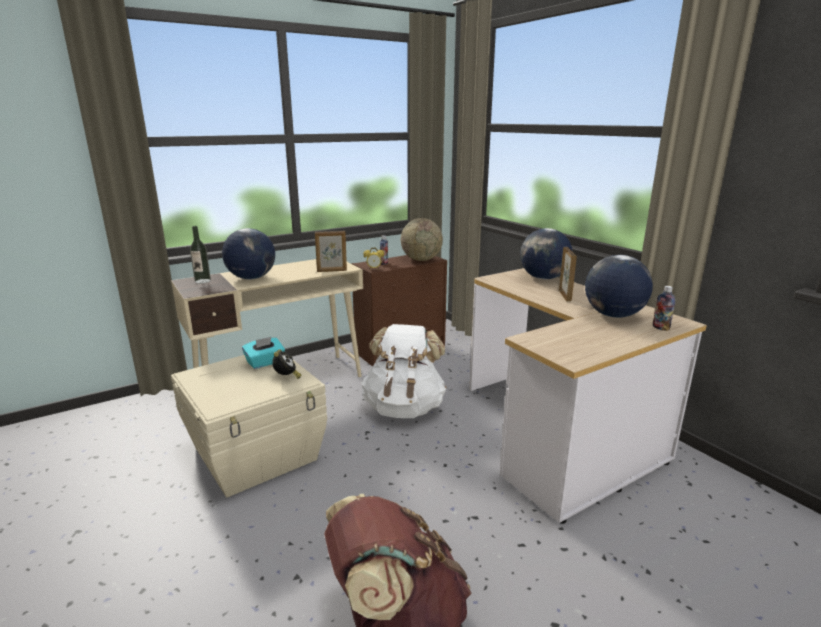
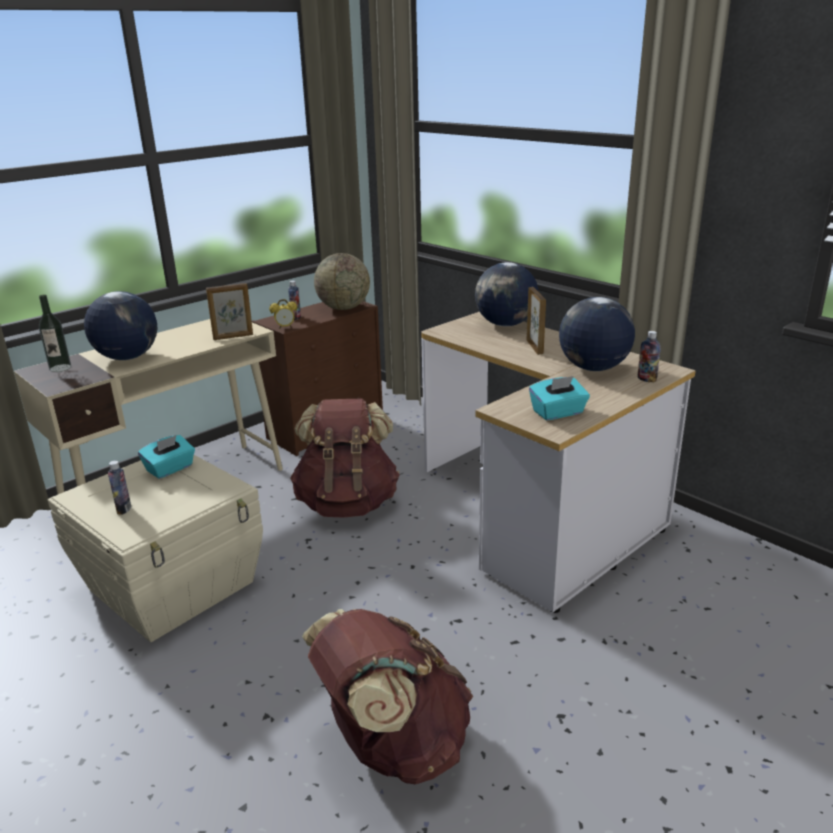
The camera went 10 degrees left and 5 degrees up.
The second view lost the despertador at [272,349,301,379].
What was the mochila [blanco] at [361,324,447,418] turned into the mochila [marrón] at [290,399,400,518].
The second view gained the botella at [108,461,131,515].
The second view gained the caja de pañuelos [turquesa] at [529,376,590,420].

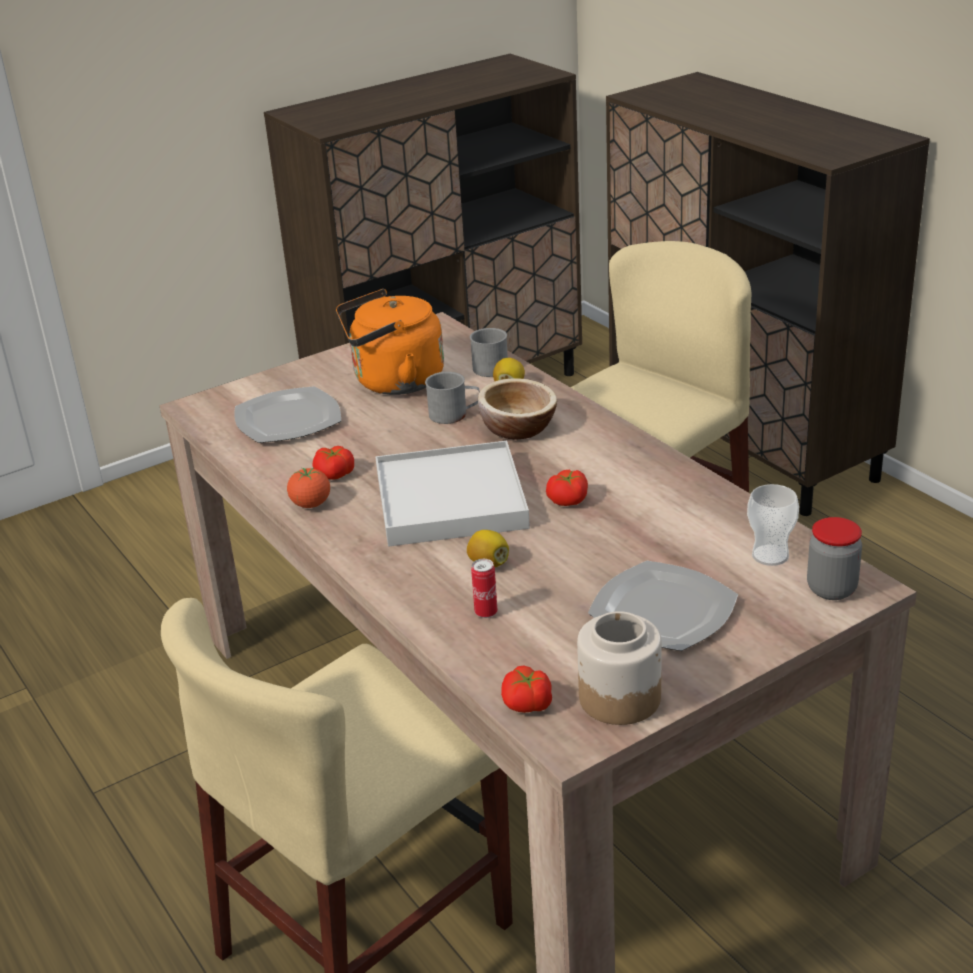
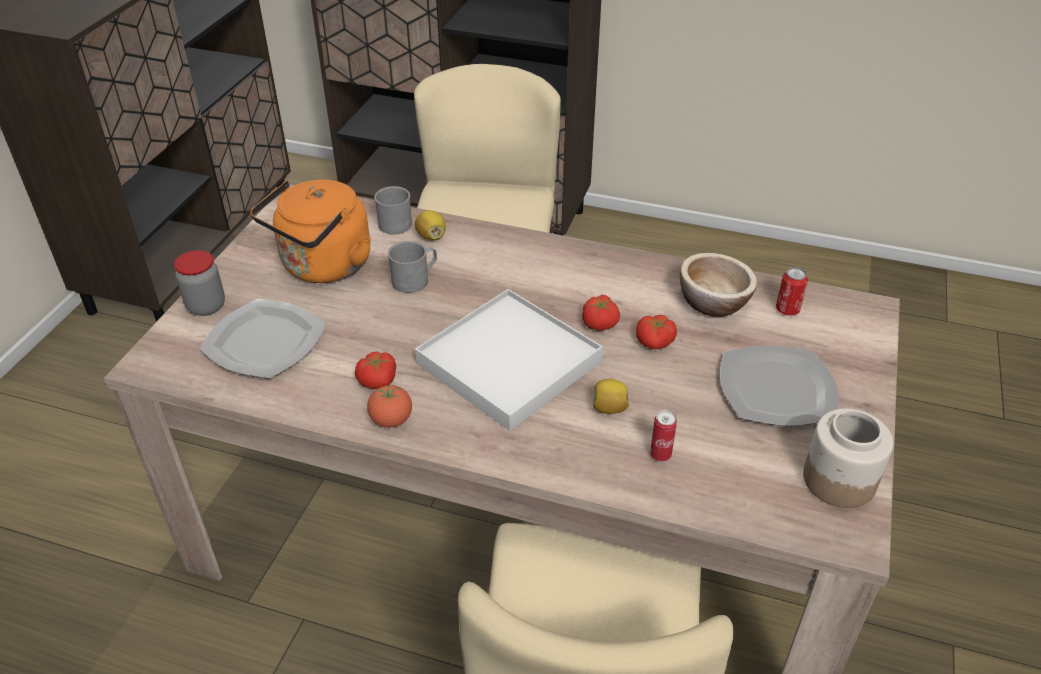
The camera went 40 degrees left and 10 degrees up.
The cuenco ended up elsewhere, having gone from [478,378,557,440] to [680,253,757,317].
The tomate ended up elsewhere, having gone from [501,666,552,713] to [636,315,677,349].
Where the taza stood at [747,484,799,566], the lata came to stand at [776,267,808,316].
The tarro ended up elsewhere, having gone from [807,517,862,600] to [174,250,225,316].

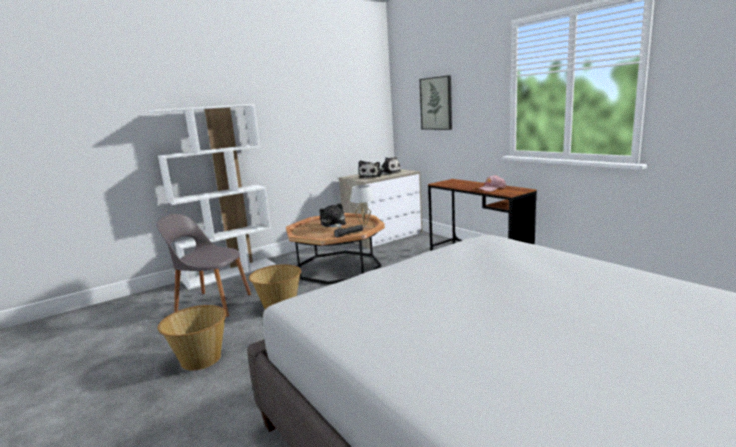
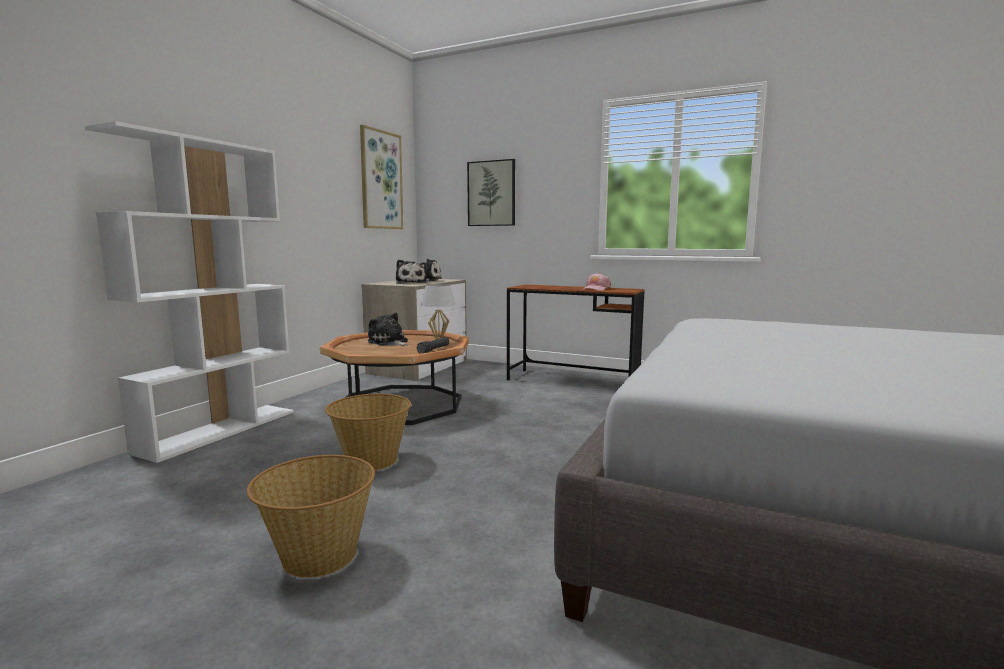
The camera went 30 degrees left and 5 degrees down.
The second view lost the silla [gris] at [157,214,251,317].
The second view gained the cuadro at [360,125,403,229].

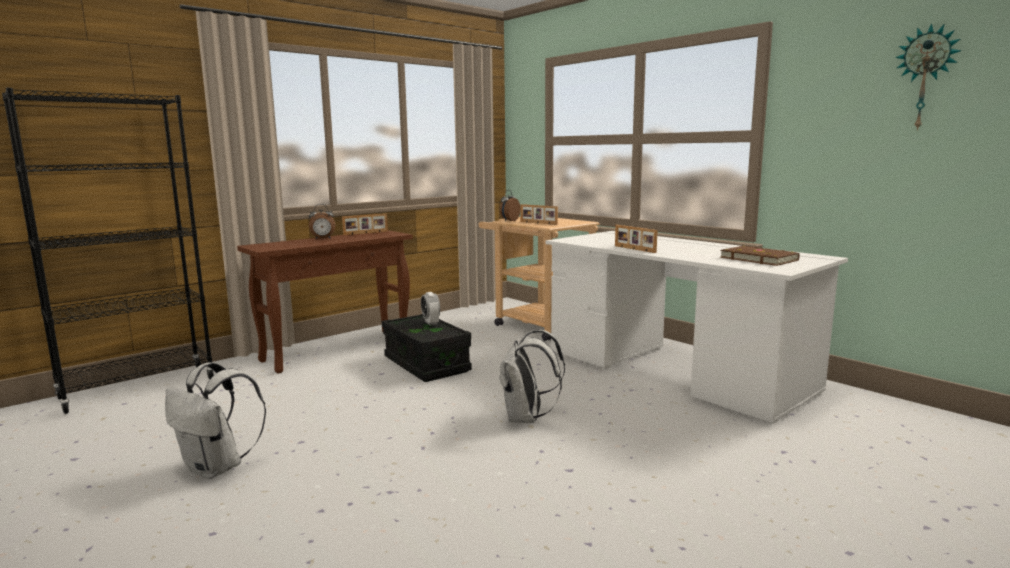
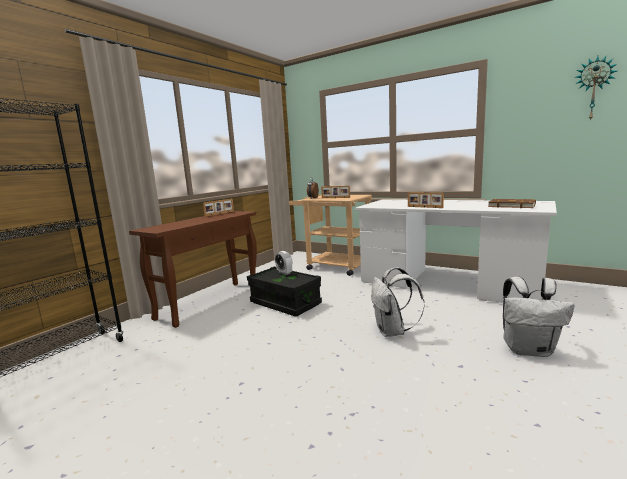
The camera went 15 degrees left and 0 degrees up.
The mochila [blanco] ended up elsewhere, having gone from [165,362,266,479] to [503,277,575,357].
The second view lost the despertador at [309,204,335,239].

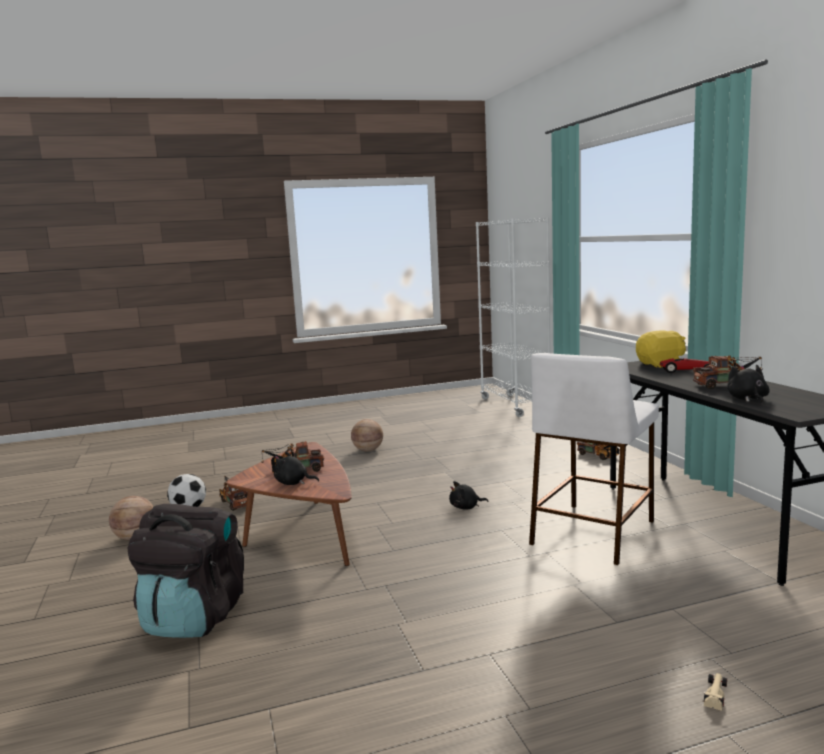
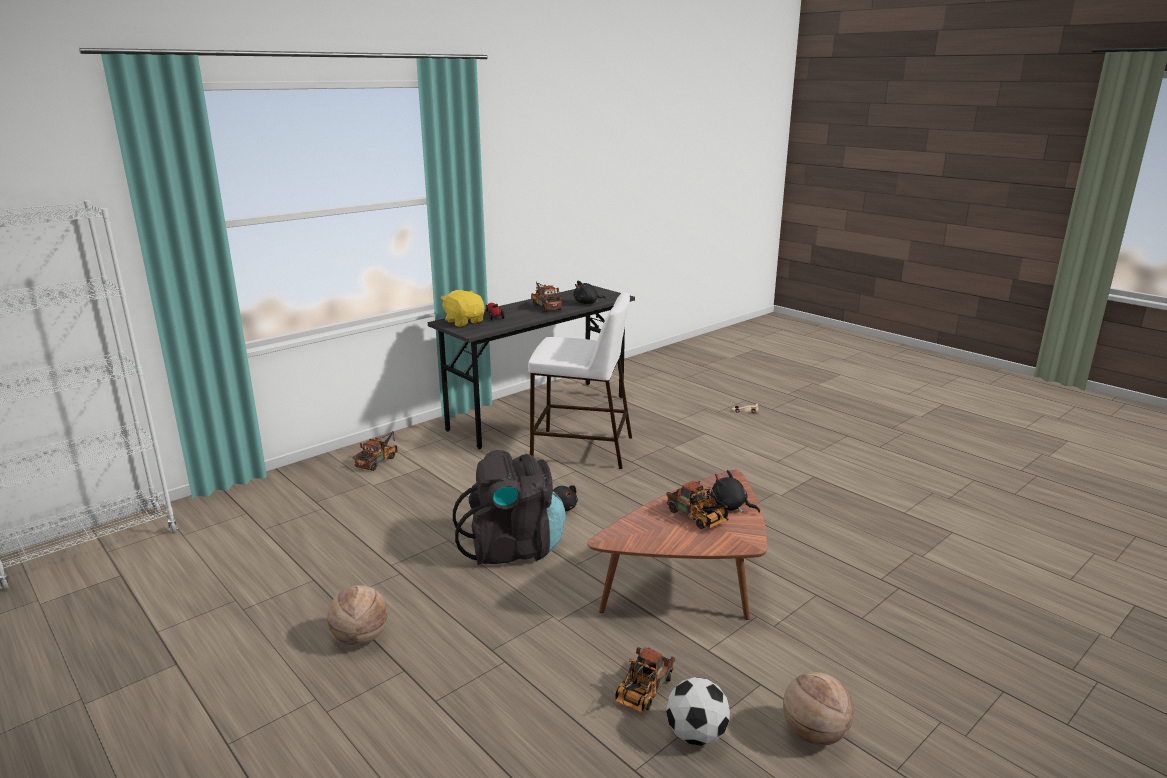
The camera went 115 degrees left and 10 degrees up.
The mochila [negro] ended up elsewhere, having gone from [127,504,244,638] to [453,450,566,565].
The peluche [negro] at [274,451,319,485] ended up facing another way, 135 degrees clockwise from before.

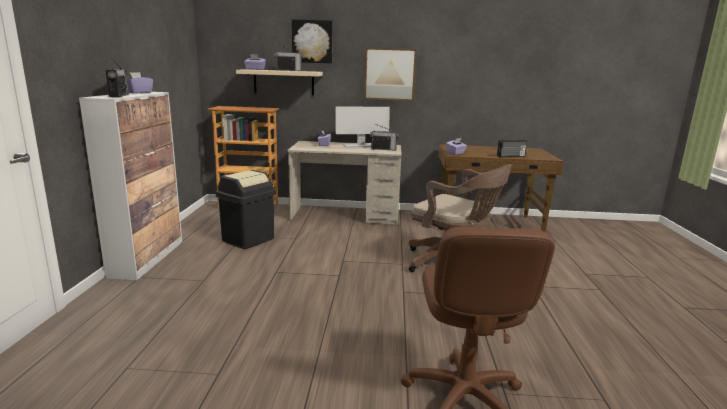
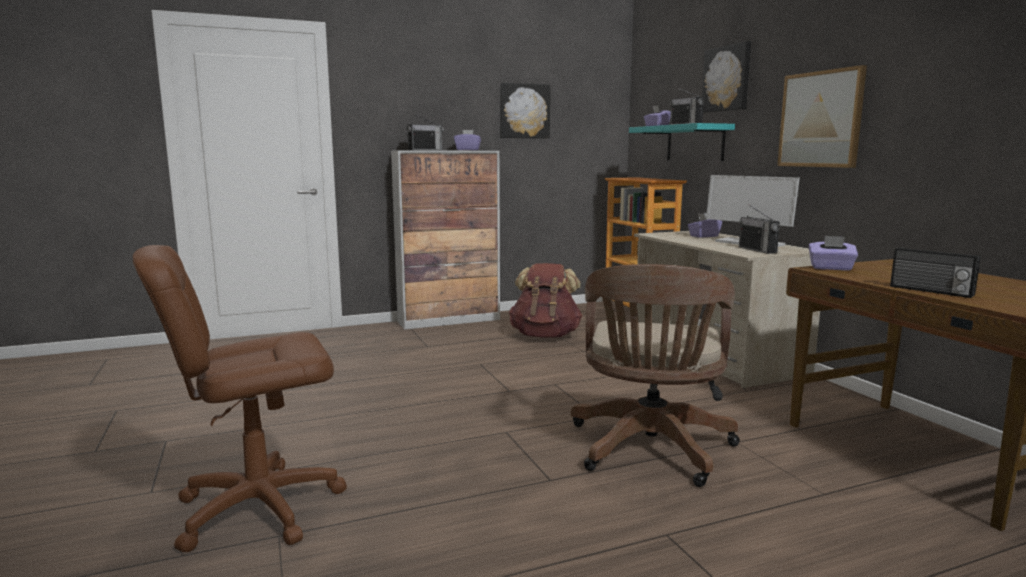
The camera went 65 degrees right and 5 degrees down.
Where the papelera [negro] stood at [215,170,276,249], the mochila [marrón] came to stand at [509,263,582,337].
What was the estante [beis] at [236,69,323,95] turned into the estante [turquesa] at [629,123,735,161].
The second view gained the cuadro at [500,83,550,138].

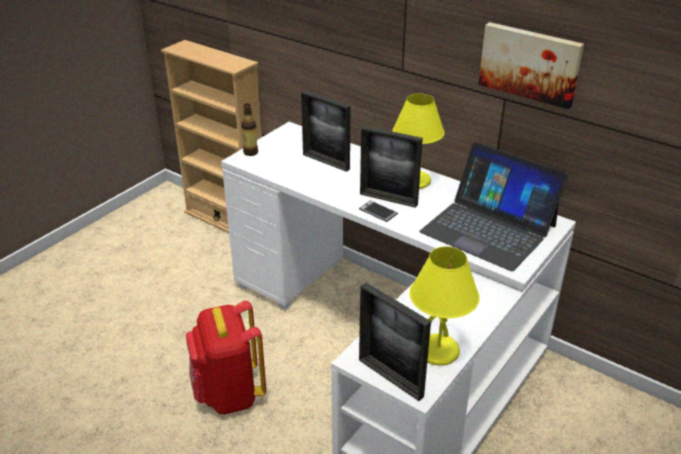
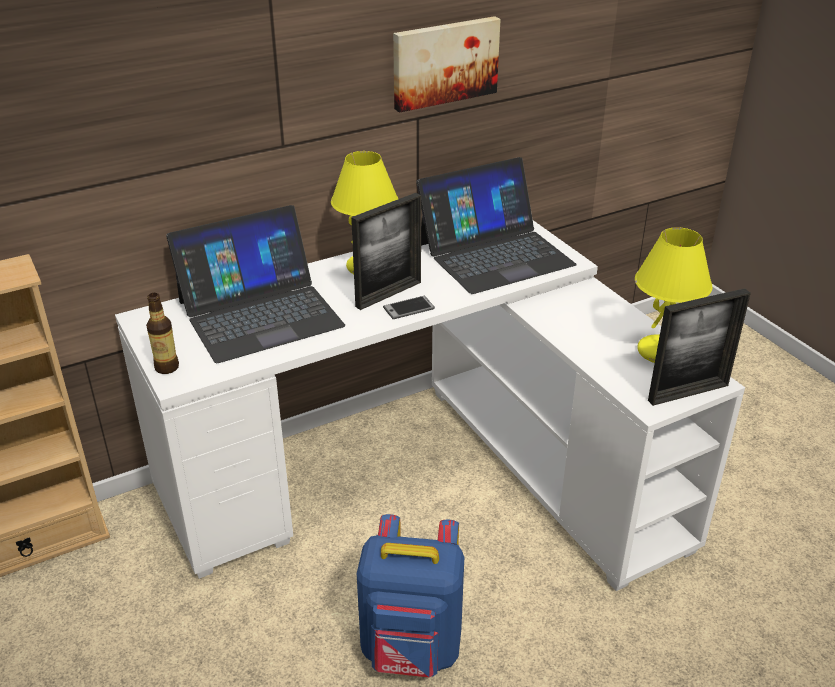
The camera went 65 degrees left and 0 degrees up.
What was the mochila [rojo] at [186,301,266,414] turned into the mochila [azul] at [357,514,464,677].
Where the portarretratos stood at [301,90,351,172], the portátil came to stand at [166,205,345,363].

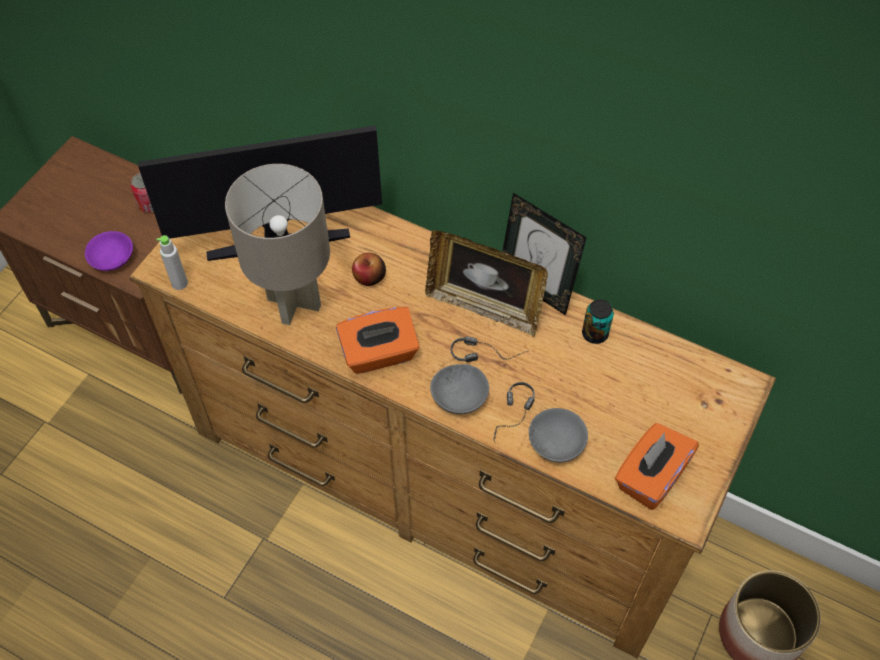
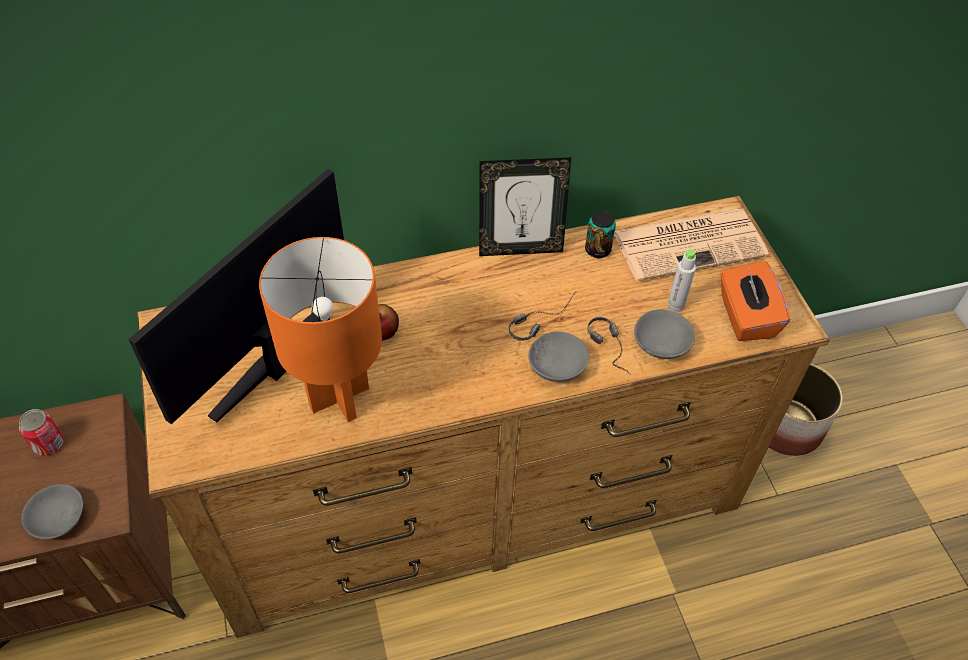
The camera went 45 degrees left and 5 degrees down.
What was the cuenco [morado] at [85,231,133,271] turned into the cuenco [gris] at [21,484,83,540].
The botella [gris] ended up elsewhere, having gone from [157,235,188,290] to [668,249,696,312].
What was the lámpara de mesa [gris] at [225,164,330,325] turned into the lámpara de mesa [naranja] at [259,237,382,422].
The second view lost the caja de pañuelos [naranja] at [336,307,420,374].
The second view lost the portarretratos at [425,230,548,337].
The second view gained the periódico at [614,209,769,281].

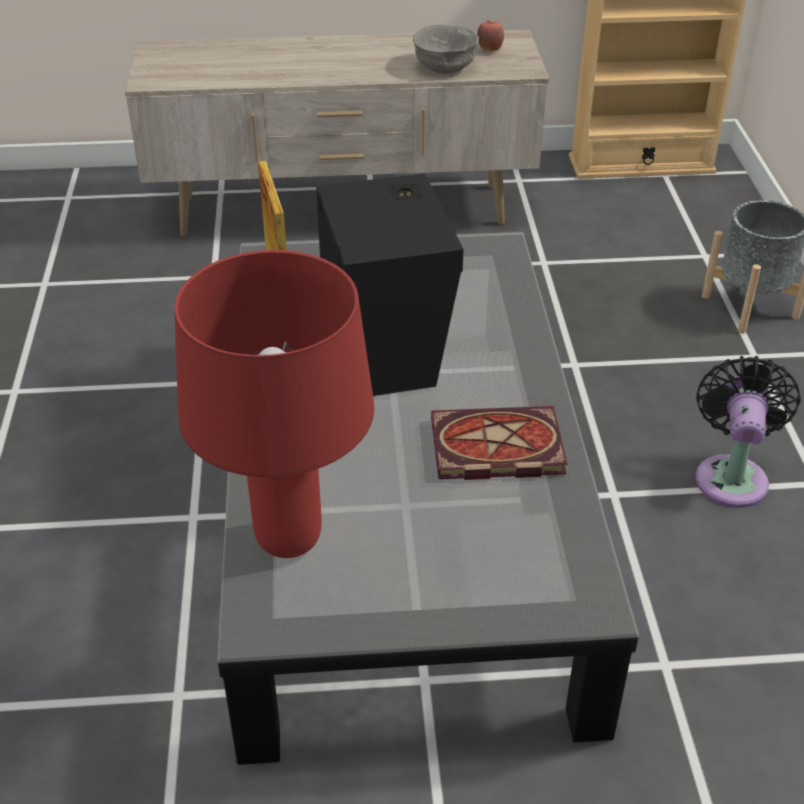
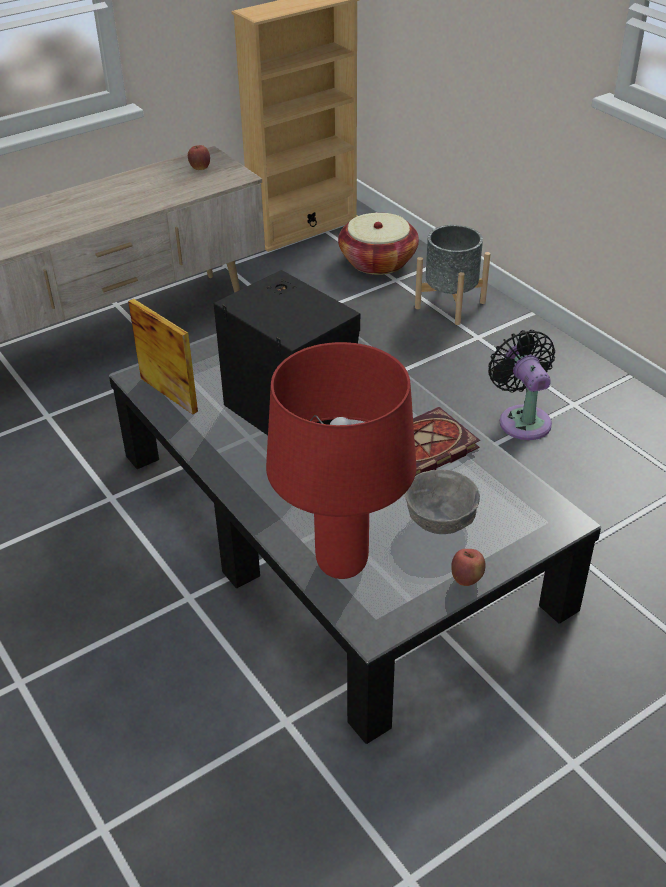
The camera went 30 degrees left and 0 degrees up.
The cuenco [gris] ended up elsewhere, having gone from [413,24,479,73] to [404,470,480,534].
The second view gained the cesta at [338,213,419,275].
The second view gained the manzana at [451,549,486,586].

